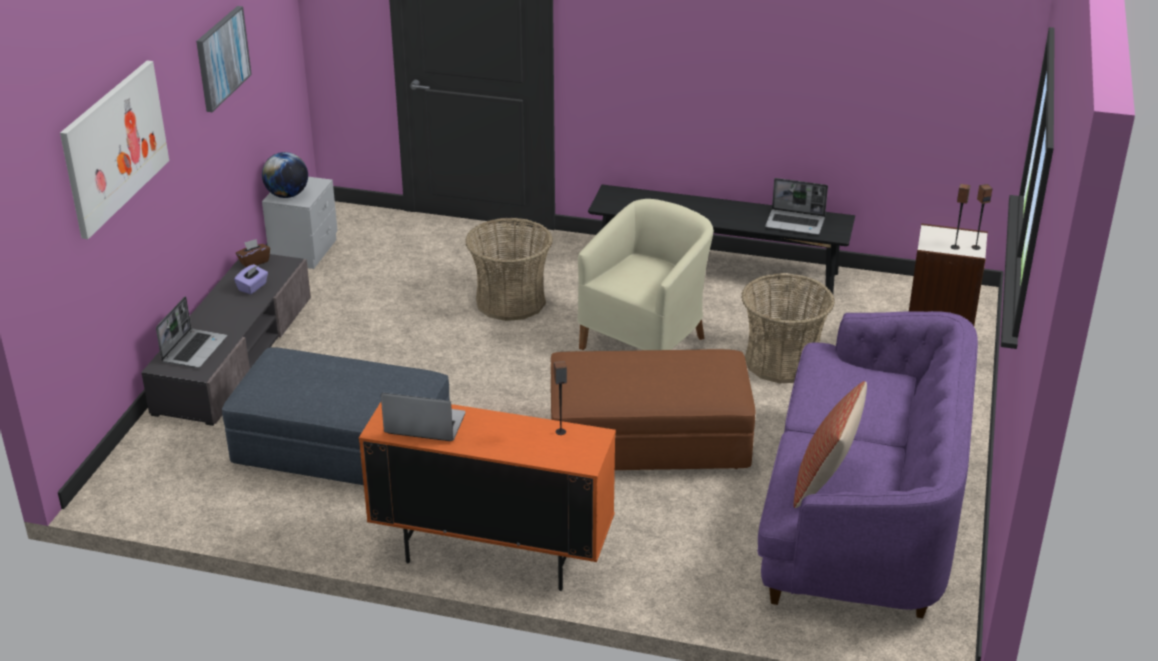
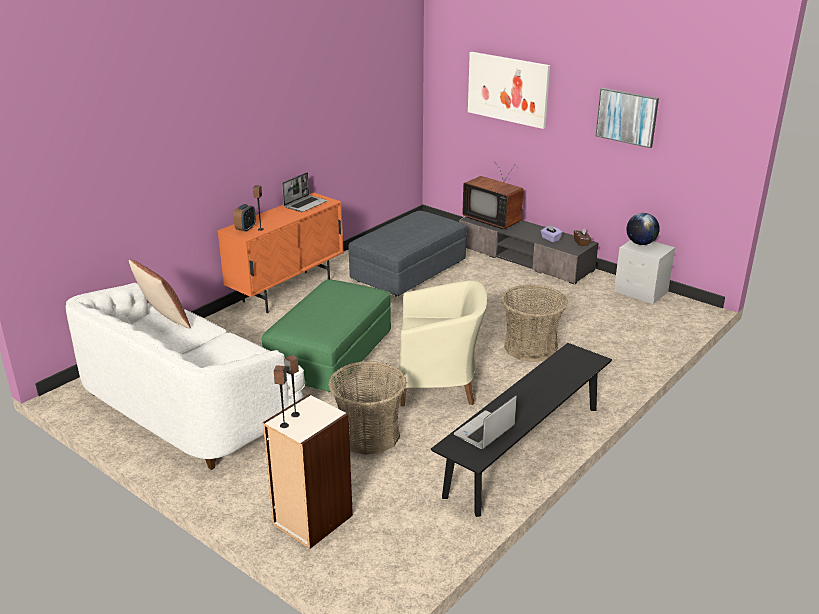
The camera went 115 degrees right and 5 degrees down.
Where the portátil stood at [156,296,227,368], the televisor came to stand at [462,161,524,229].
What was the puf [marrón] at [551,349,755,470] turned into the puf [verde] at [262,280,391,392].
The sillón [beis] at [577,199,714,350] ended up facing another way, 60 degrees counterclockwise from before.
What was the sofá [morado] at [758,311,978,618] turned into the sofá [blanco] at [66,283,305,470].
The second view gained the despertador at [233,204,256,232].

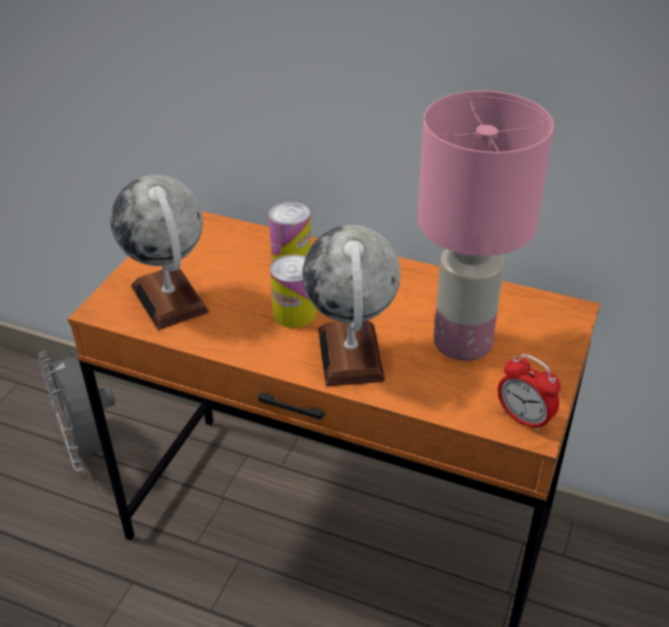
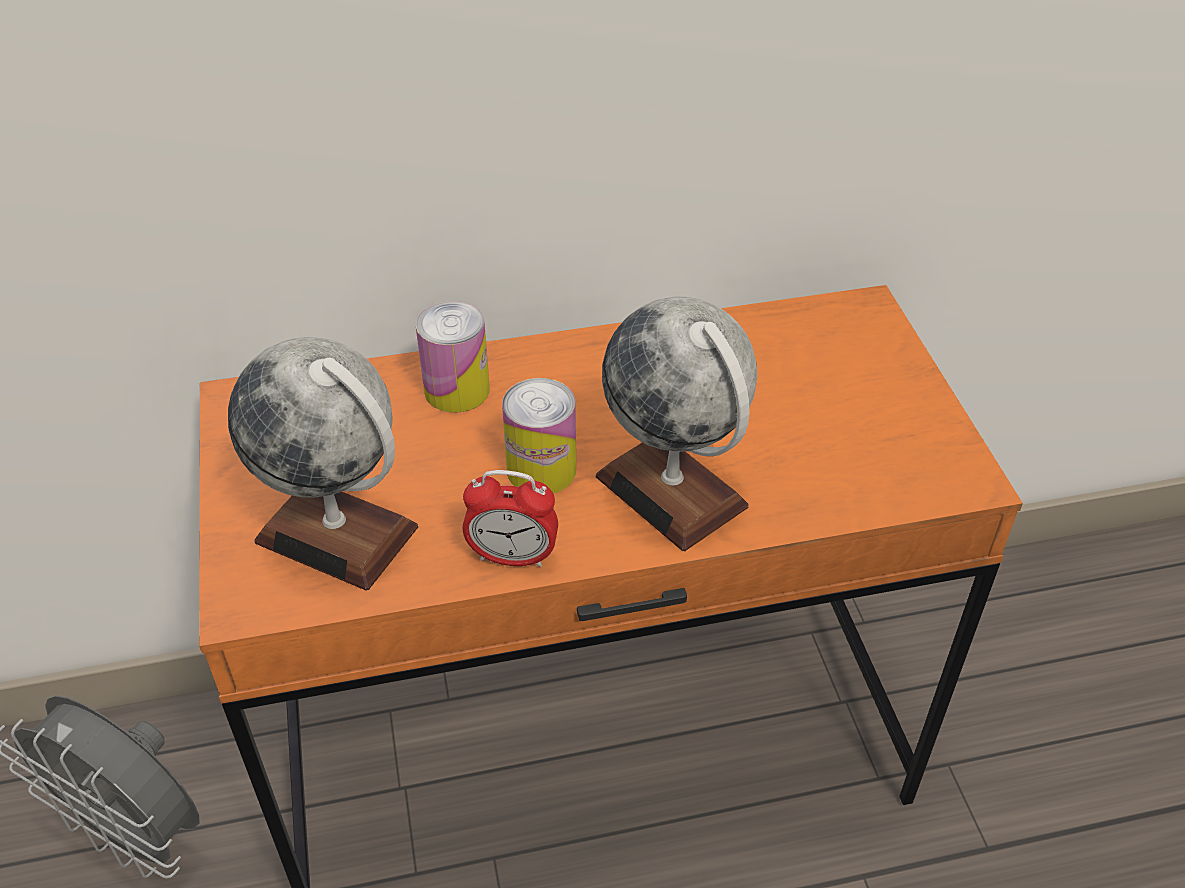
The camera went 35 degrees left and 5 degrees up.
The second view lost the lámpara de mesa [rosa] at [417,91,554,361].
The despertador ended up elsewhere, having gone from [498,354,561,432] to [463,470,558,567].

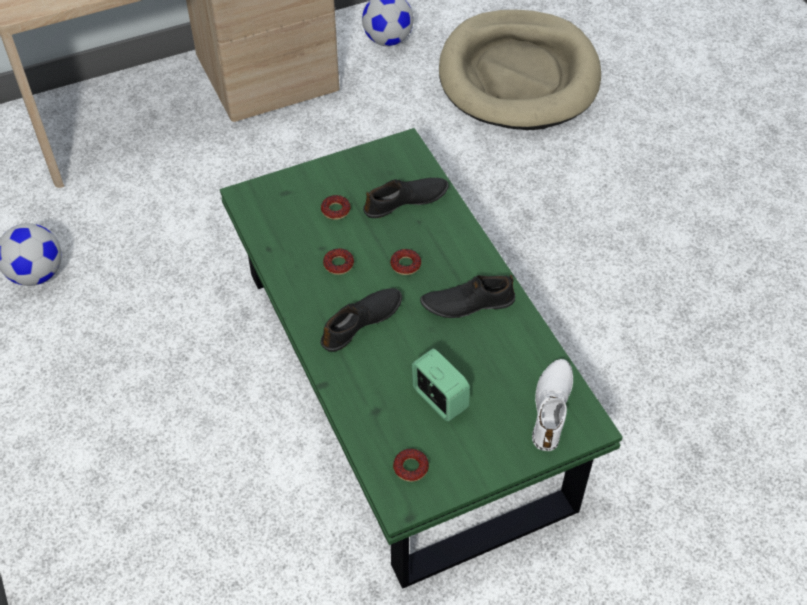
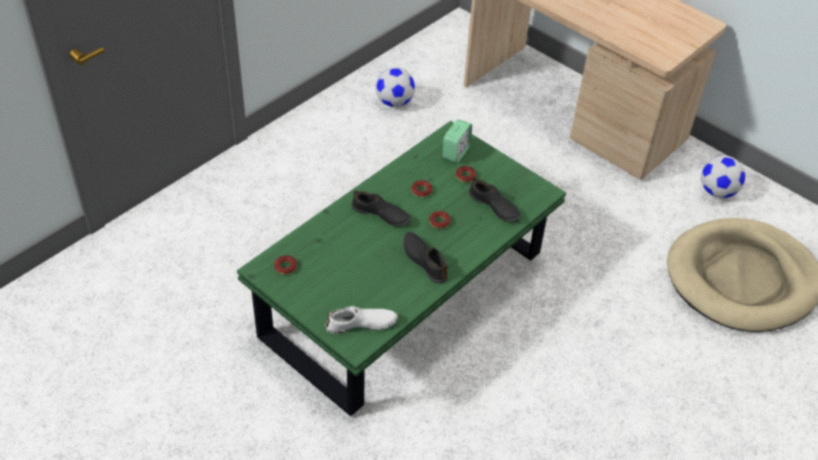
The camera went 65 degrees right and 5 degrees down.
The despertador ended up elsewhere, having gone from [412,349,470,421] to [443,119,472,163].

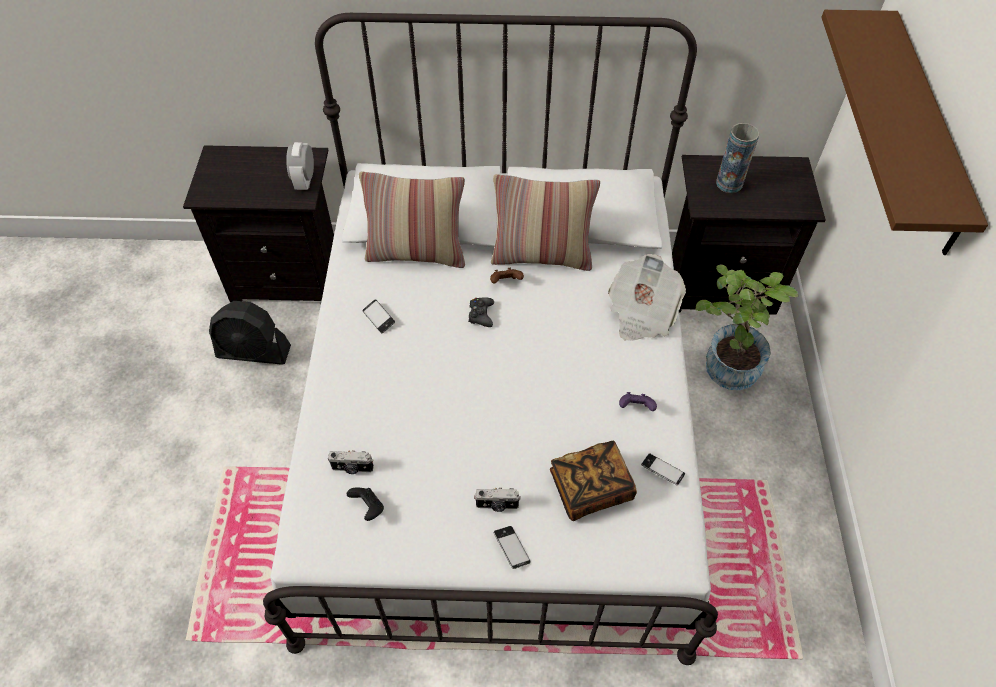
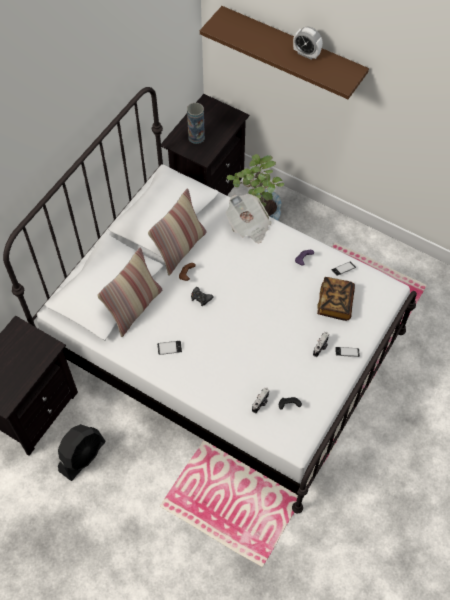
The camera went 60 degrees left and 5 degrees up.
The despertador ended up elsewhere, having gone from [286,142,314,190] to [293,27,323,60].

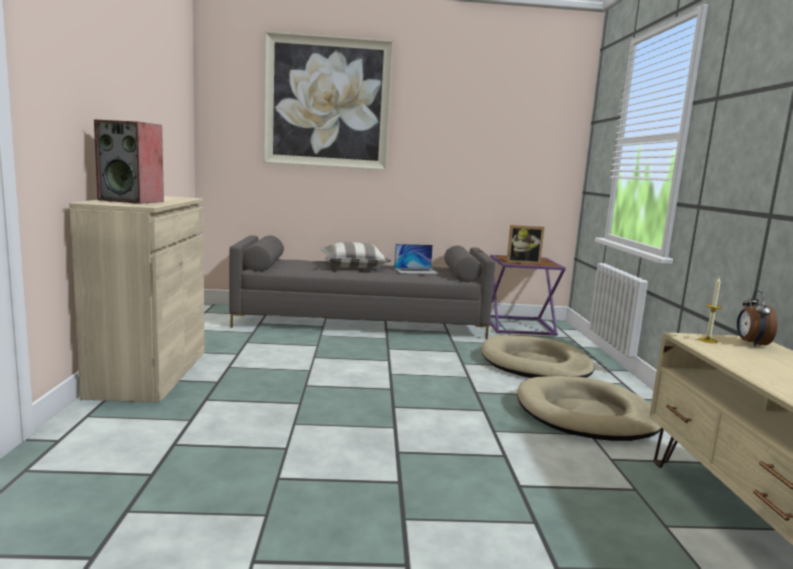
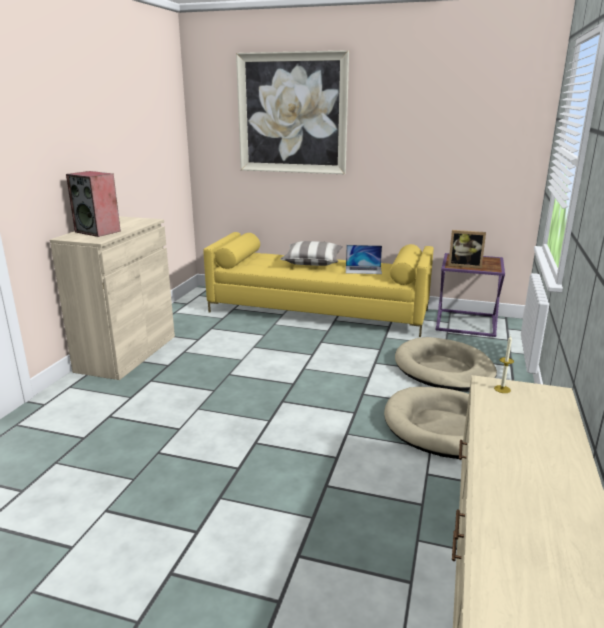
The camera went 20 degrees right and 10 degrees up.
What was the sofá [gris] at [229,235,496,339] turned into the sofá [amarillo] at [203,232,434,337].
The second view lost the despertador at [737,291,778,347].

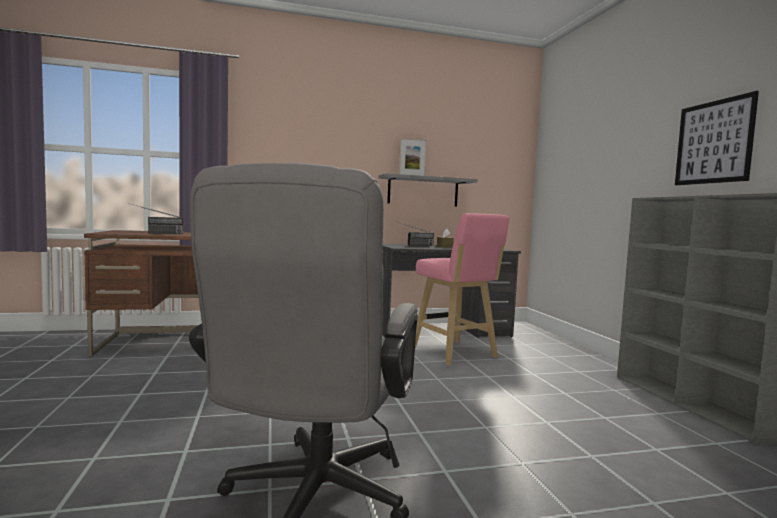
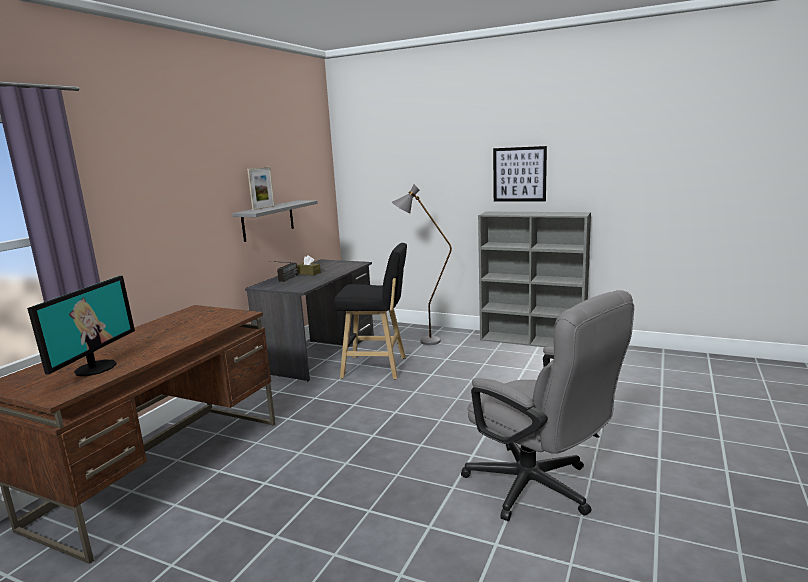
The camera went 50 degrees left and 10 degrees up.
Where the radio stood at [128,203,183,234], the monitor came to stand at [27,276,135,376].
What was the taburete [rosa] at [415,213,509,366] turned into the taburete [negro] at [333,243,407,379].
The second view gained the lámpara de pie [gris] at [392,184,452,345].

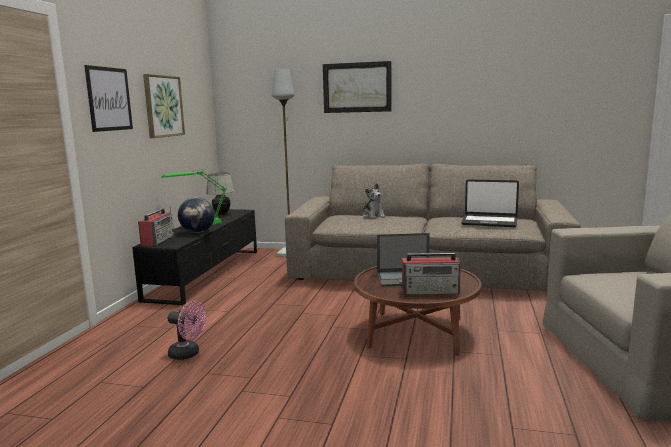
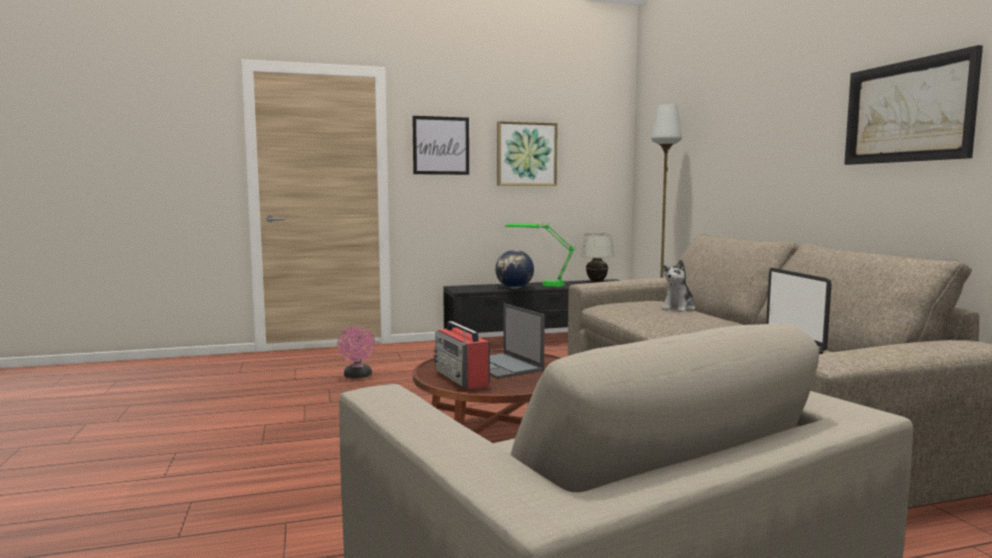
The camera went 60 degrees right and 5 degrees down.
The second view lost the radio at [138,207,175,246].
The cuadro ended up elsewhere, having gone from [323,61,392,113] to [844,45,983,165].

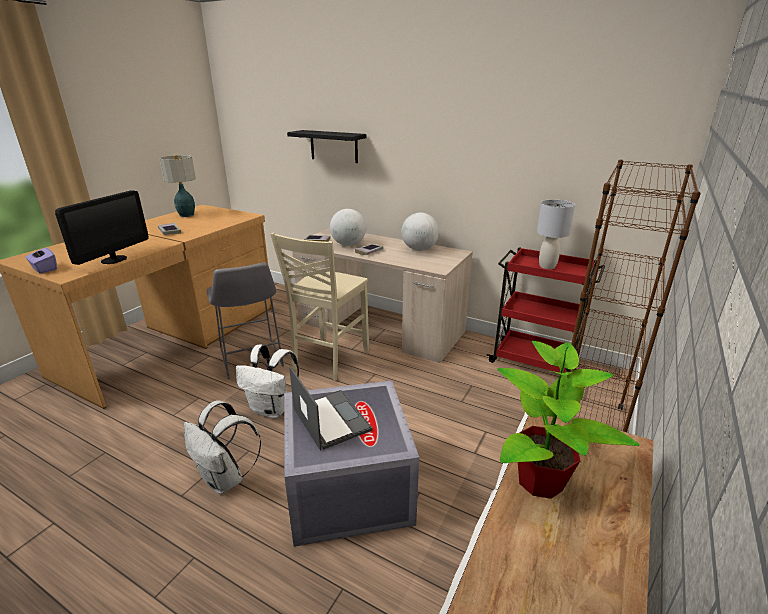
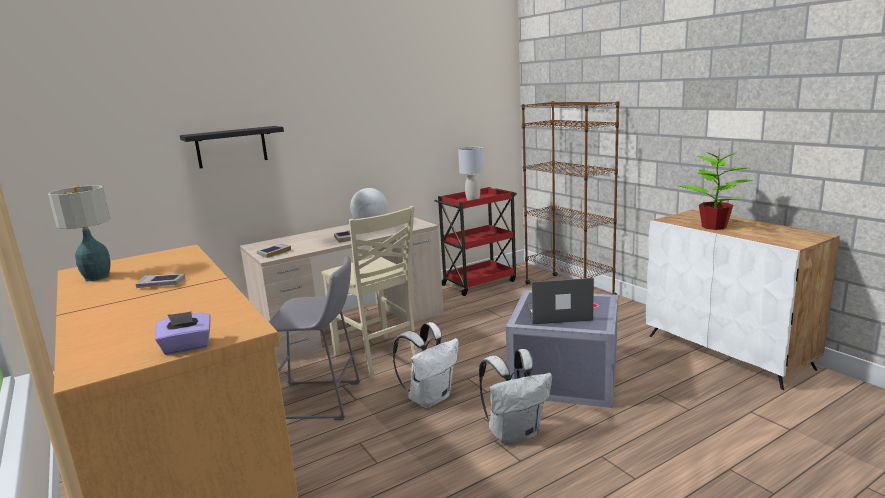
The camera went 60 degrees left and 10 degrees down.
The second view lost the monitor at [55,190,149,265].
The second view lost the globo terráqueo at [330,209,366,246].

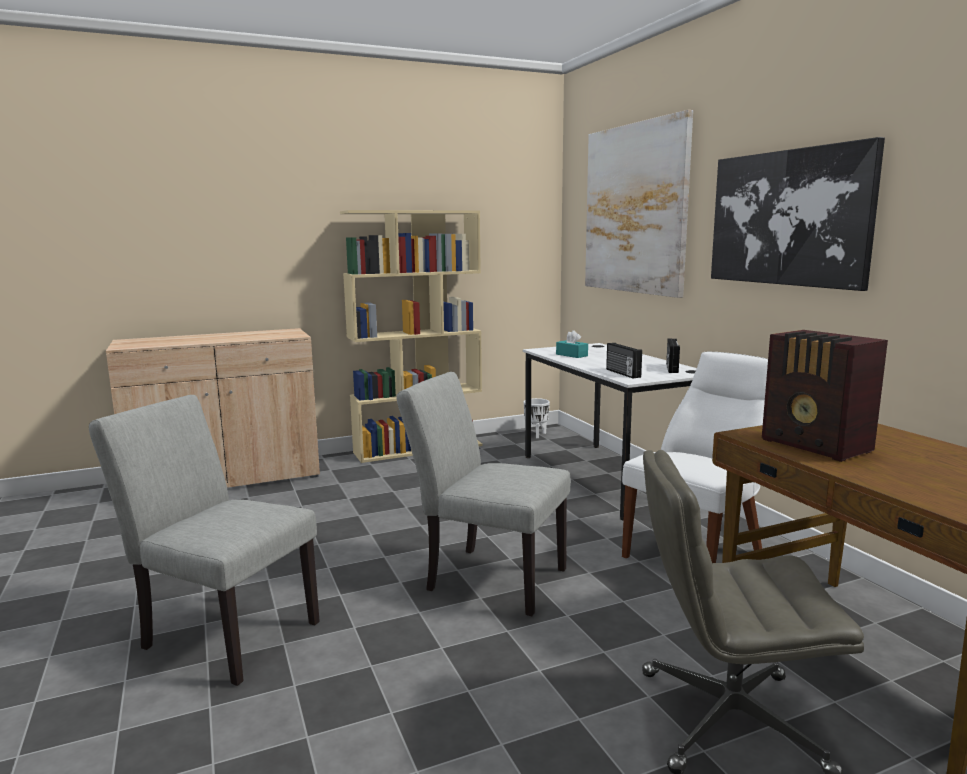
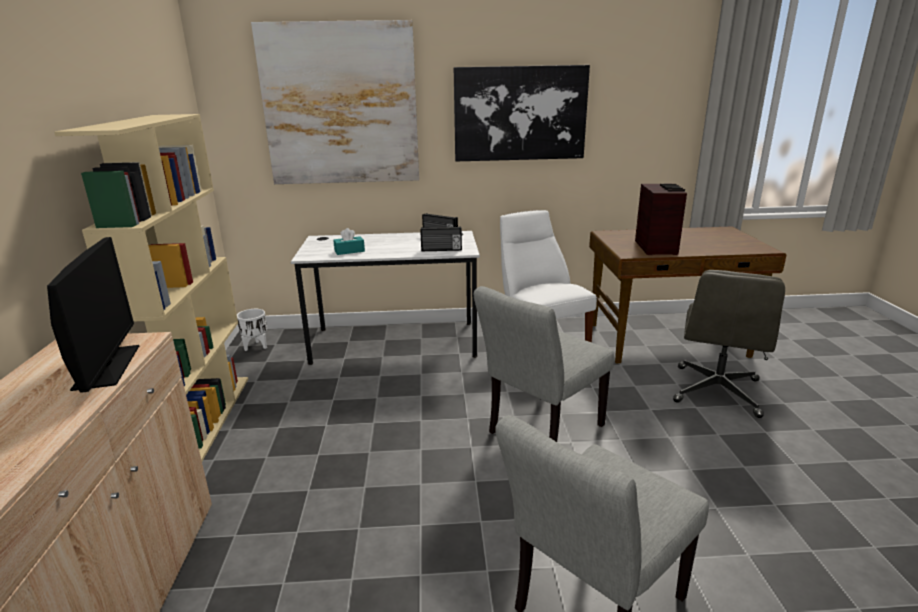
The camera went 70 degrees left and 10 degrees up.
The radio at [762,330,888,462] ended up facing another way, 75 degrees counterclockwise from before.
The second view gained the monitor at [47,237,139,393].

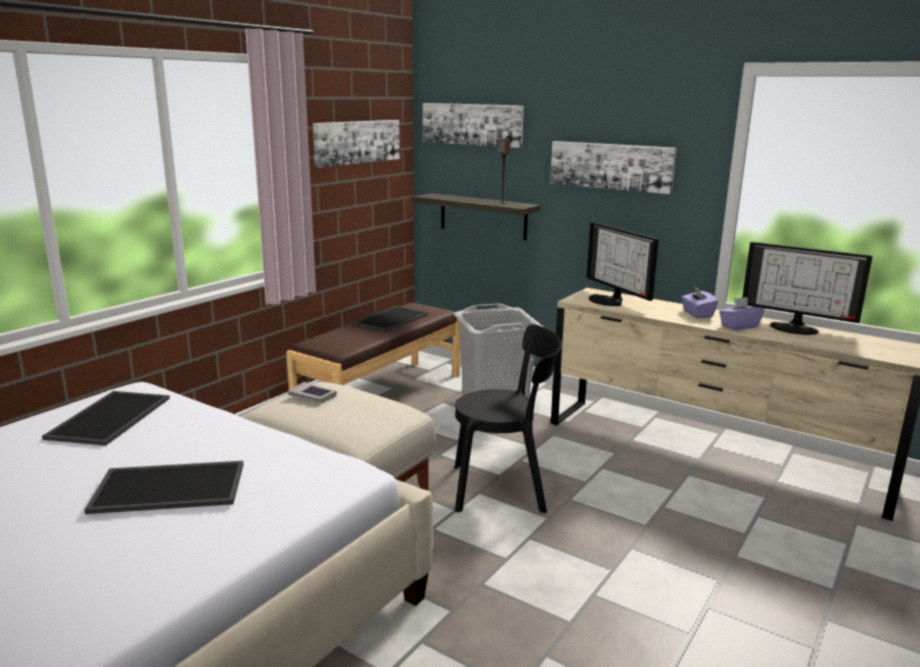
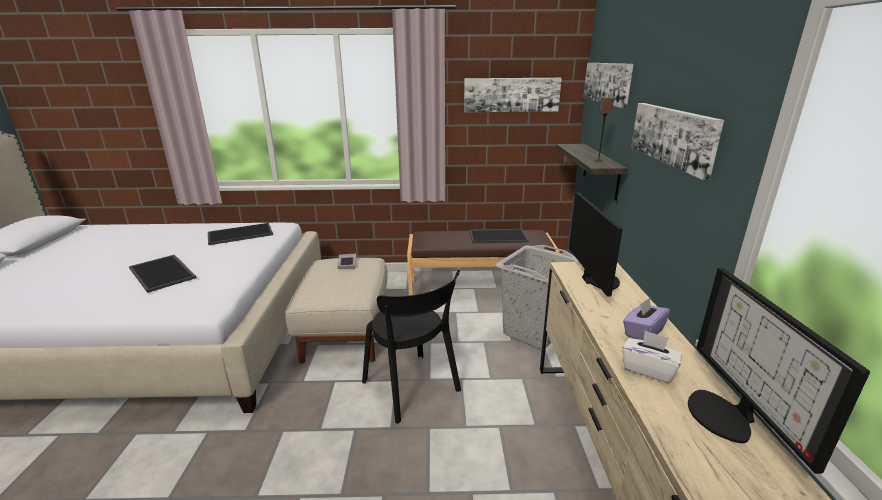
The camera went 55 degrees right and 5 degrees up.
The monitor at [587,222,659,306] ended up facing another way, 150 degrees clockwise from before.
What was the caja de pañuelos [morado] at [719,297,764,330] turned into the caja de pañuelos [blanco] at [622,331,682,383].

